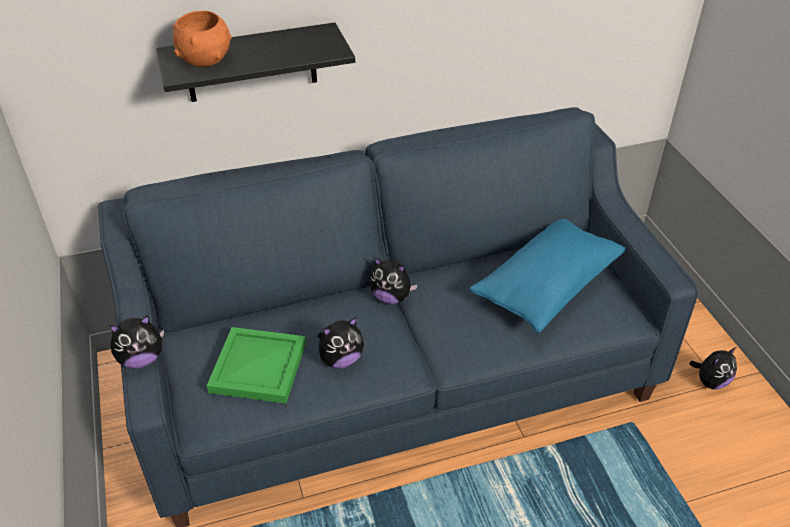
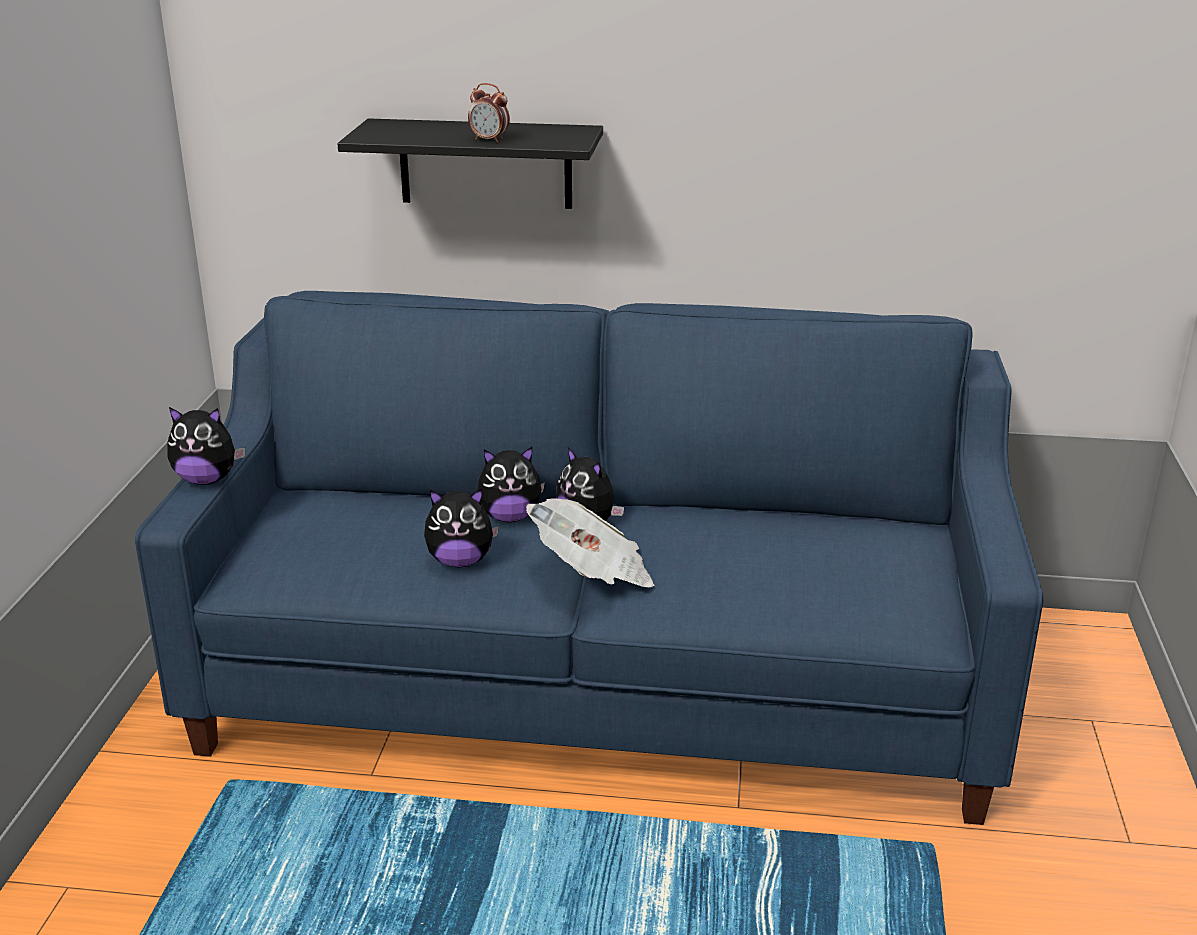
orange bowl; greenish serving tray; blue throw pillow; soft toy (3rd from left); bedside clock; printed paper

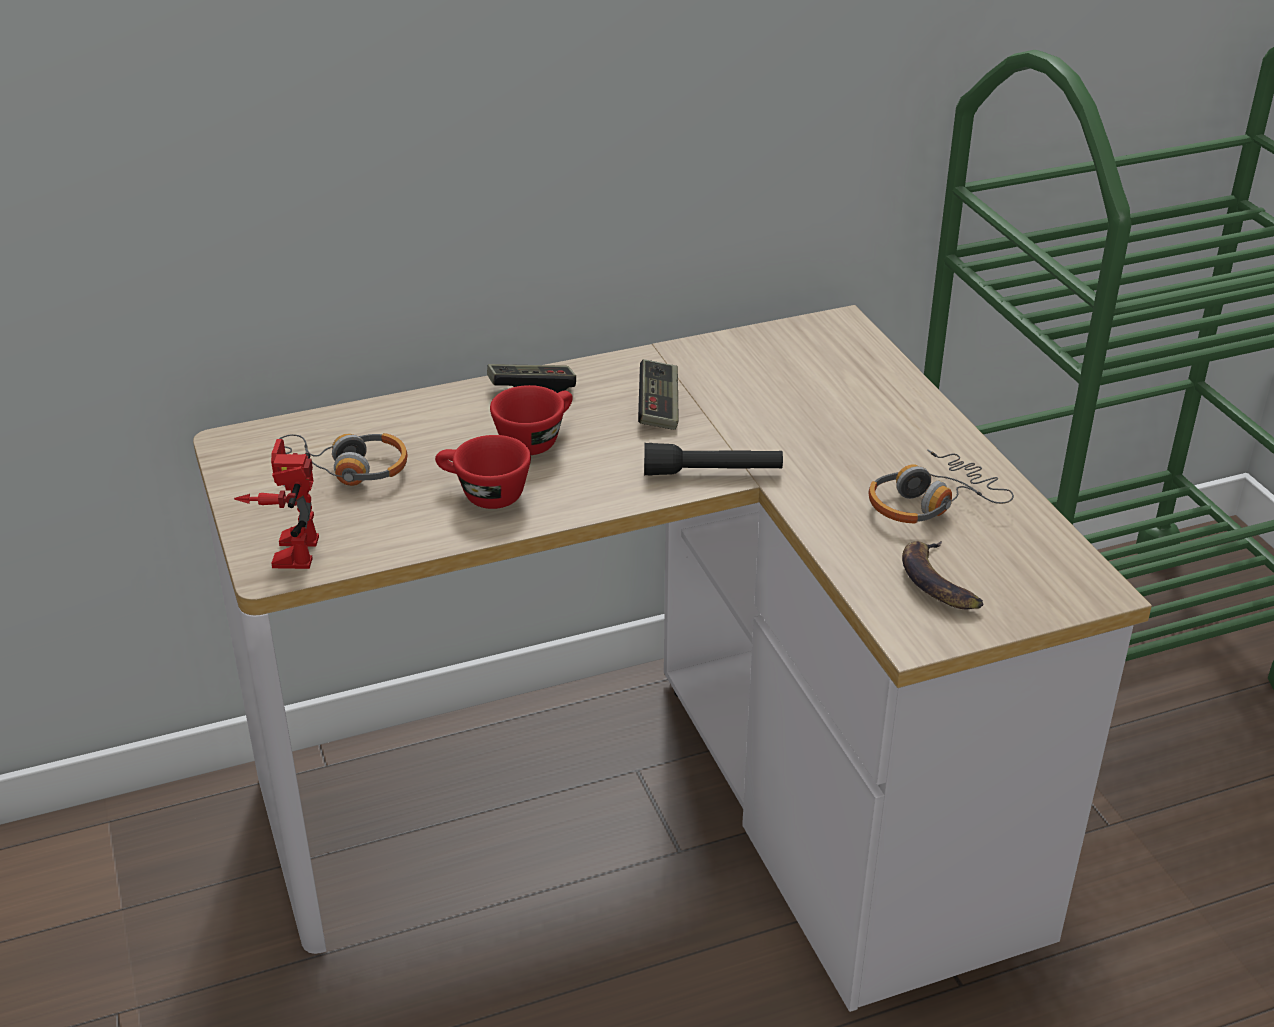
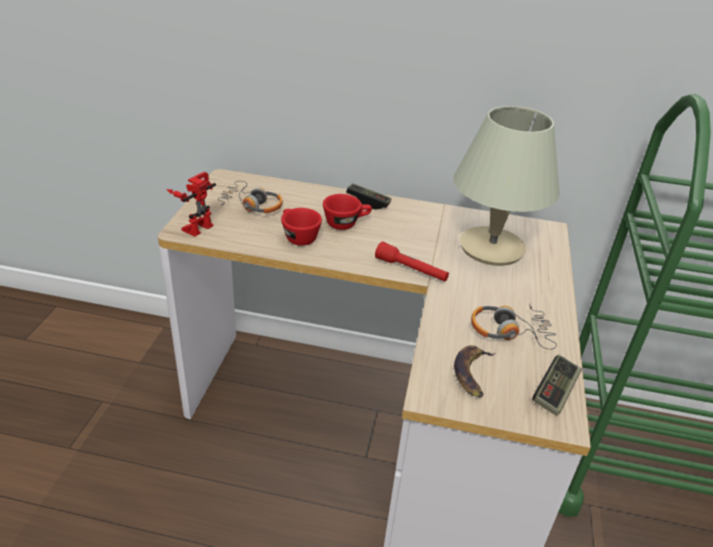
joypad (2nd from left); red flashlight; beige-coloured lamp for a table

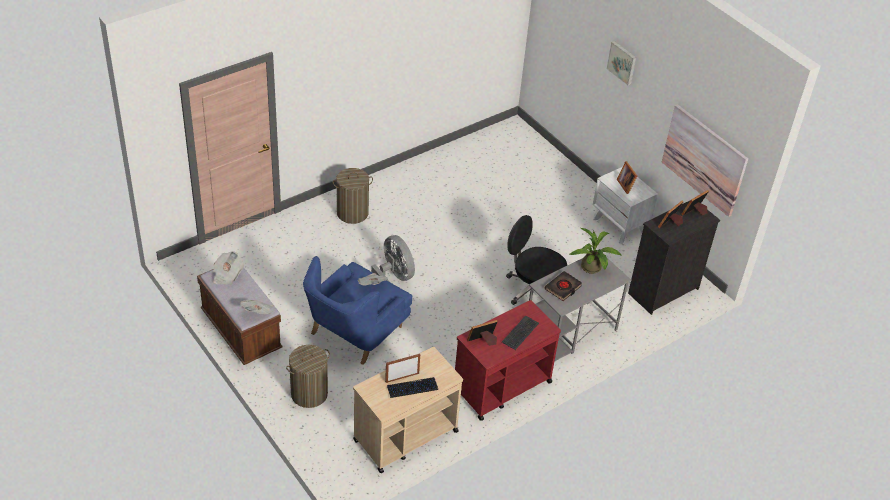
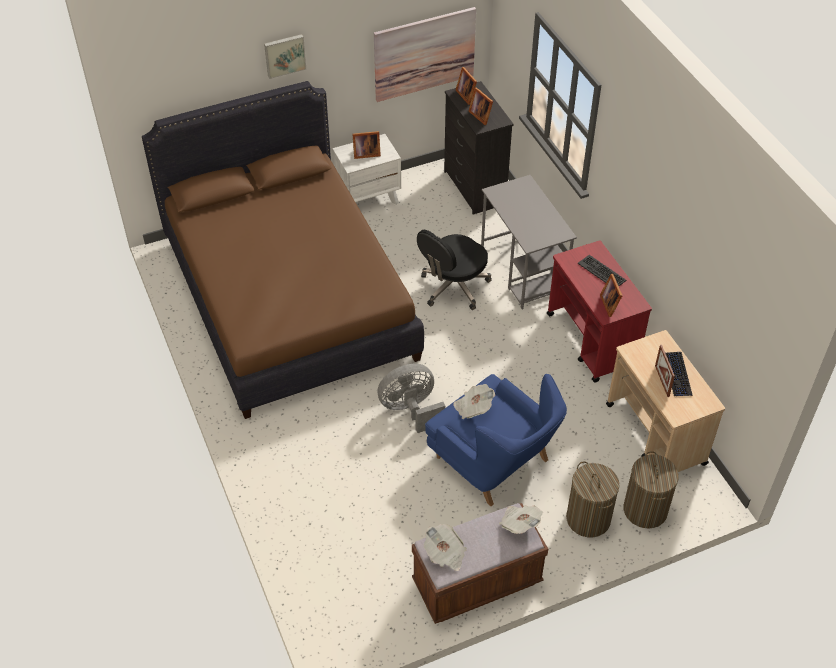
hamper (2nd from left); black-coloured volume; plant in a pot; brownish bedroom bed

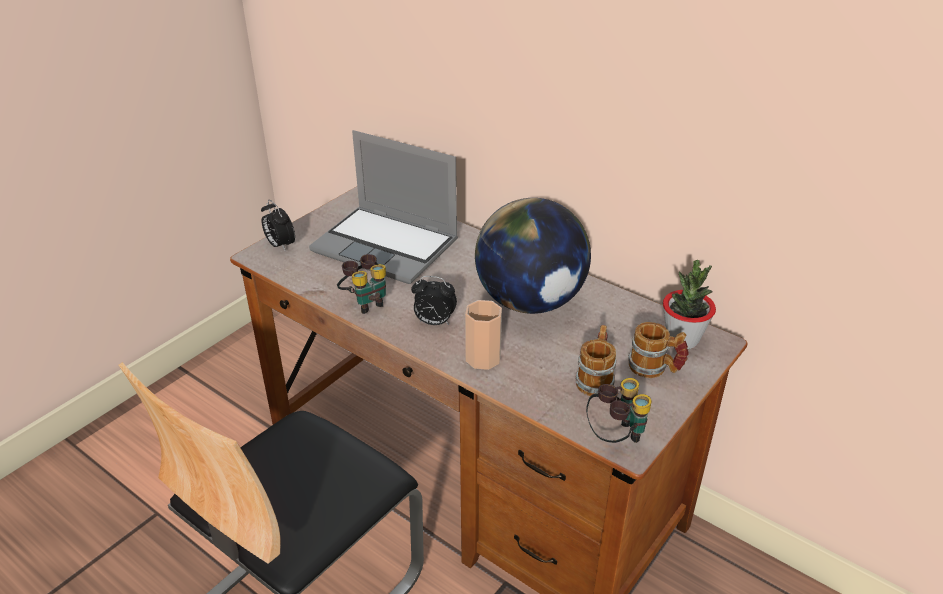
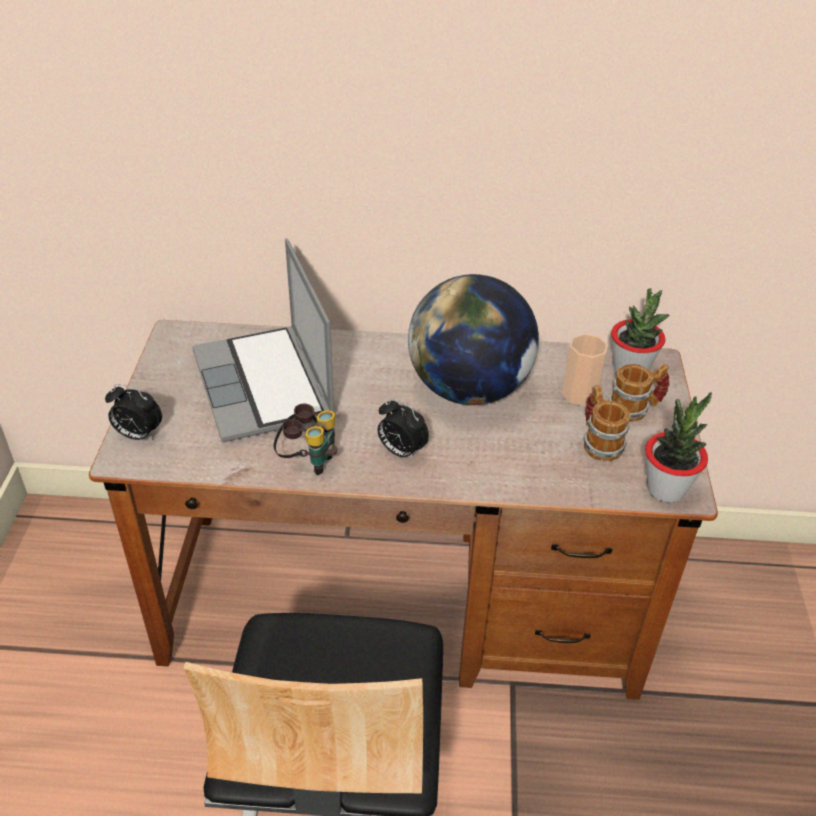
laptop; bedside clock (2nd from left); cup; plant in a pot (2nd from left)

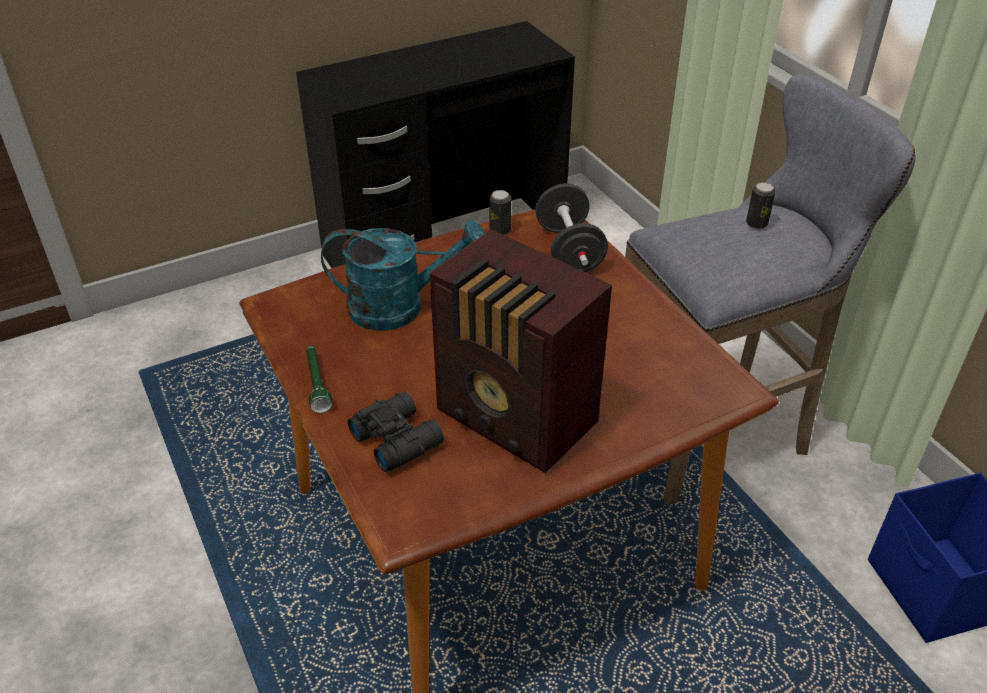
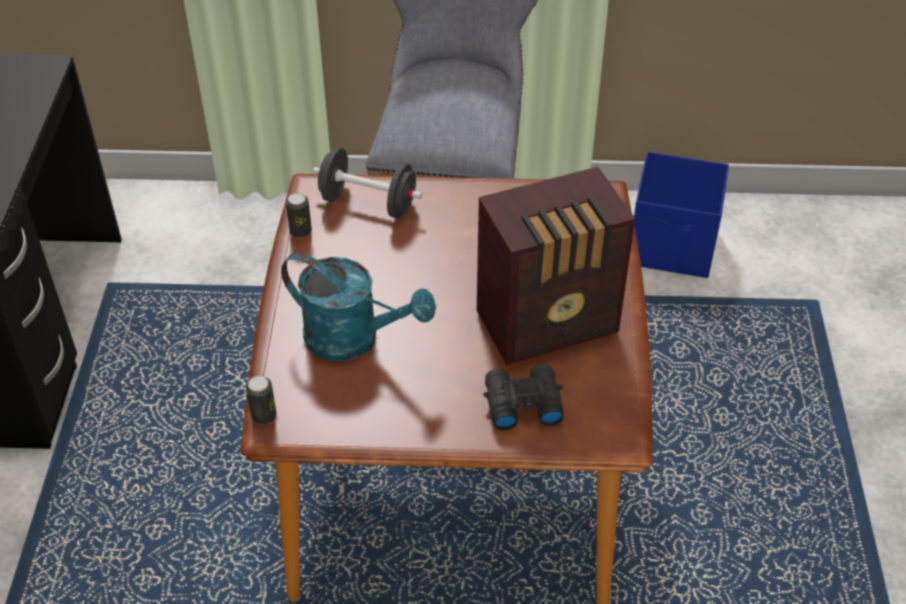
greenish flashlight; blue-green watering can; sealed can (1st from left)

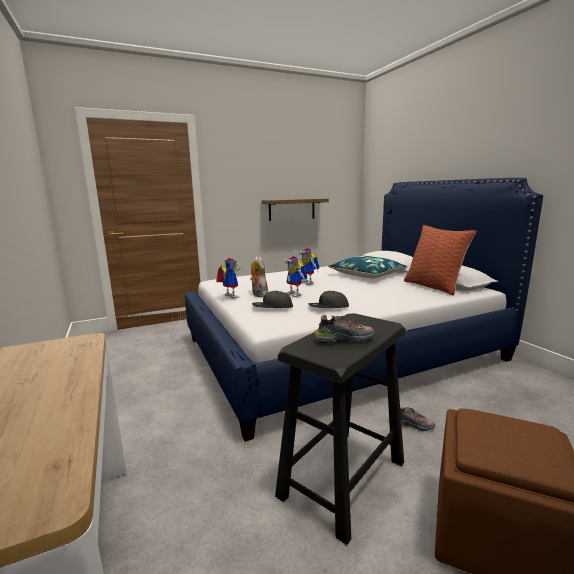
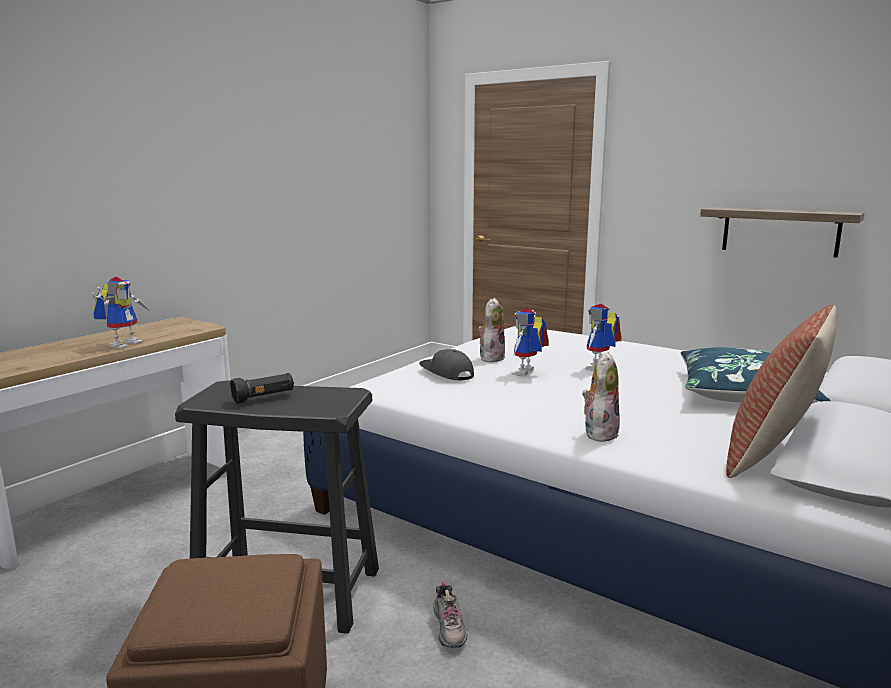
toy robot (1st from left); grey cap (2nd from left in the first image); black-coloured flashlight; soft toy (2nd from left)

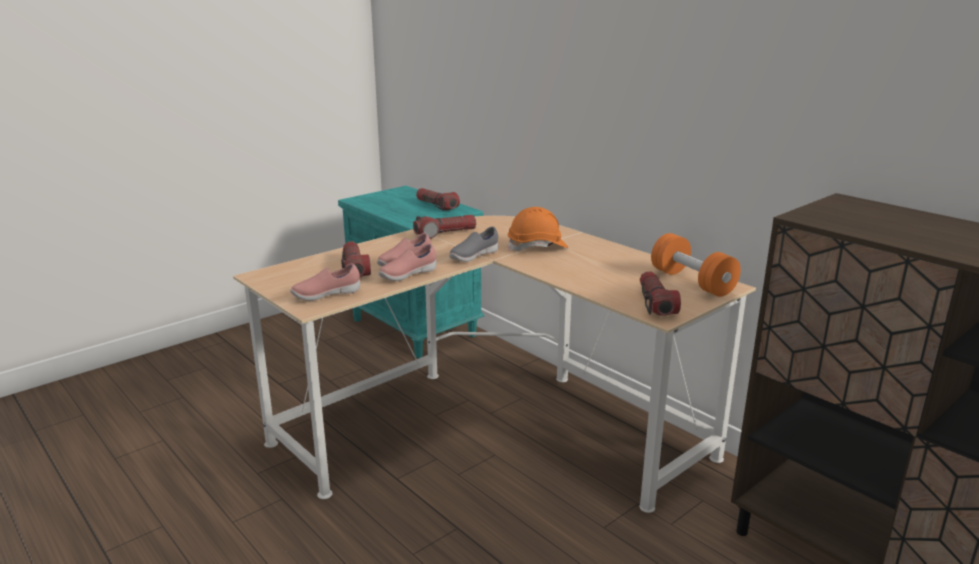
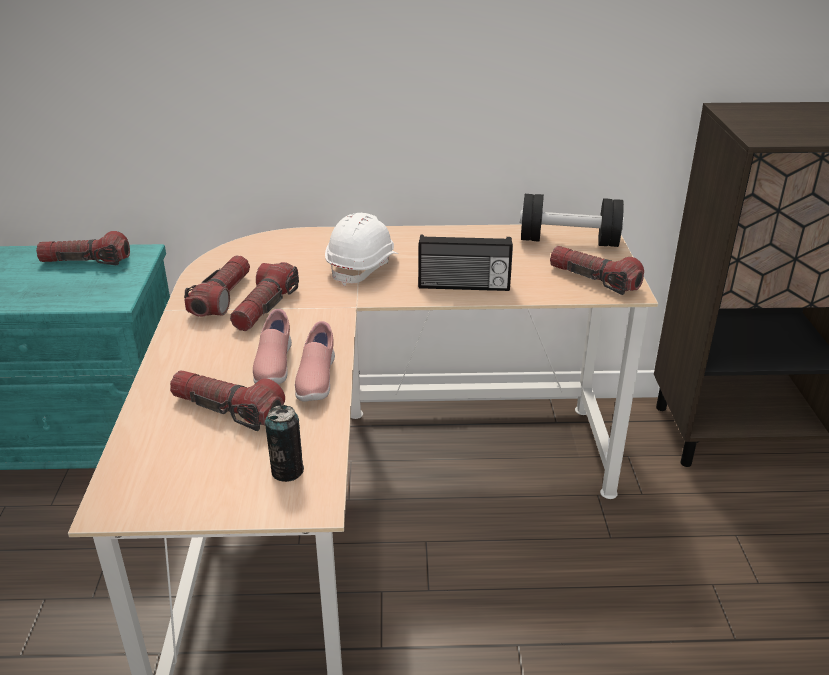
sealed can; grey low shoe; whitish hard hat; black-coloured hand weight; flashlight (4th from left); radio receiver

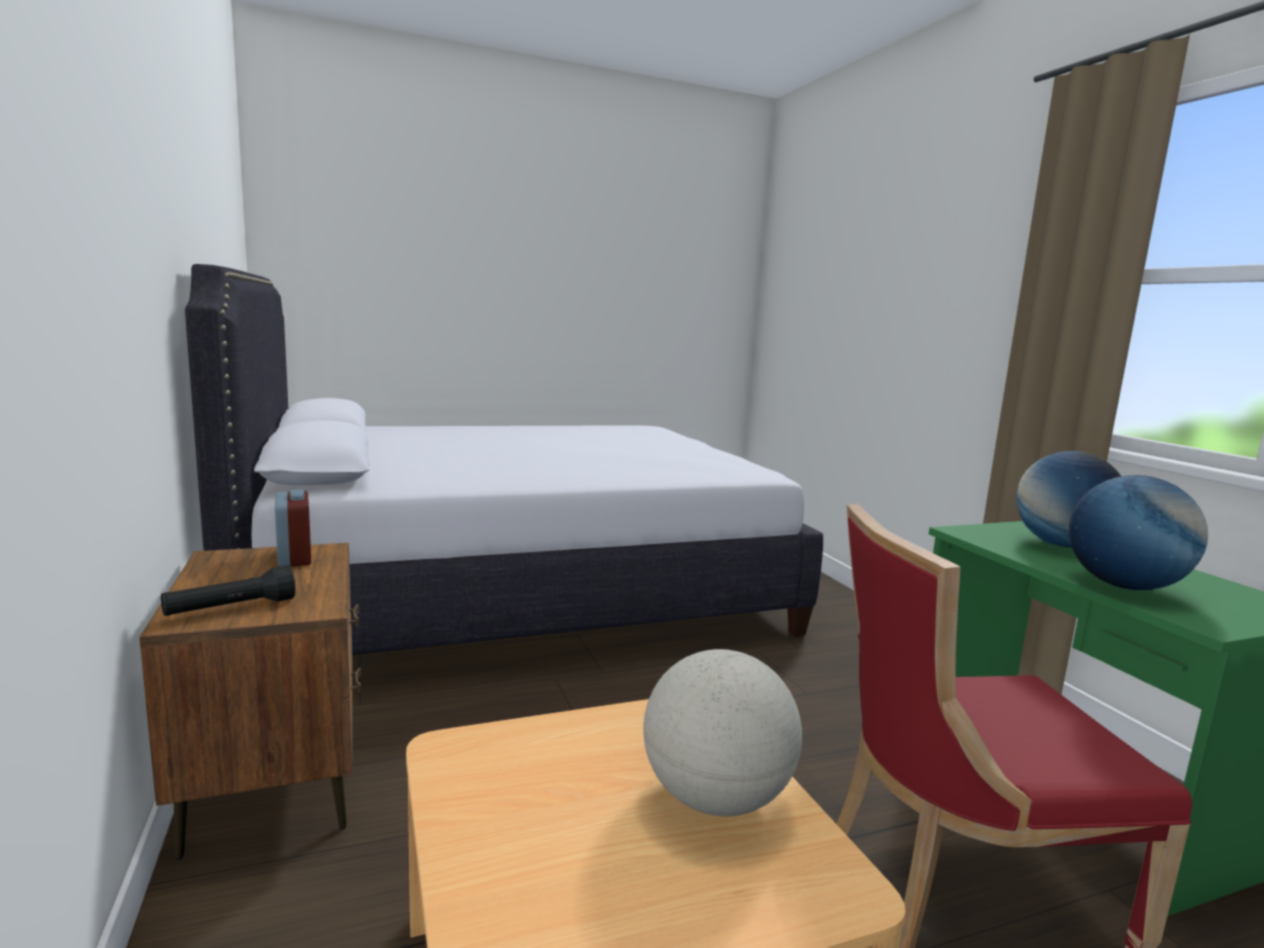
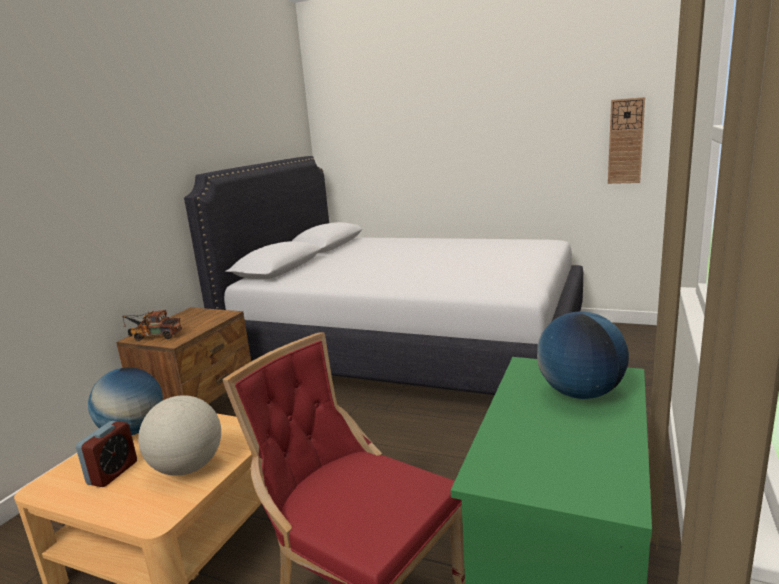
toy truck; bedside clock; desk globe (1st from left); hanging clock

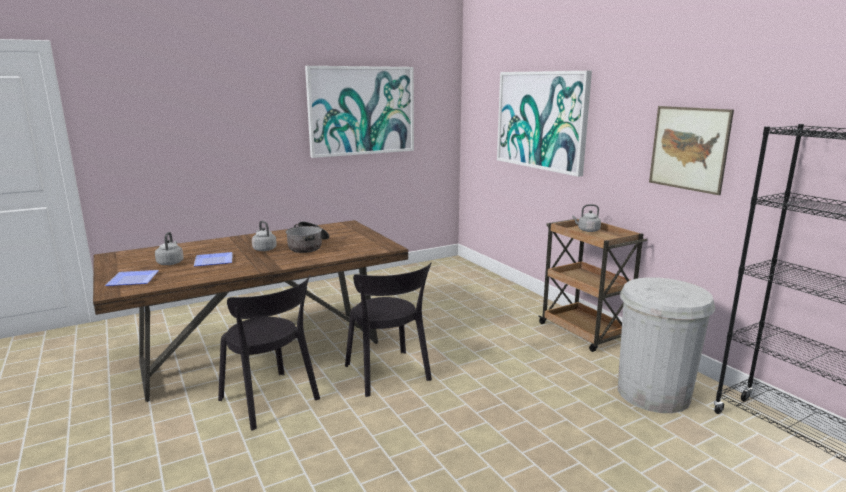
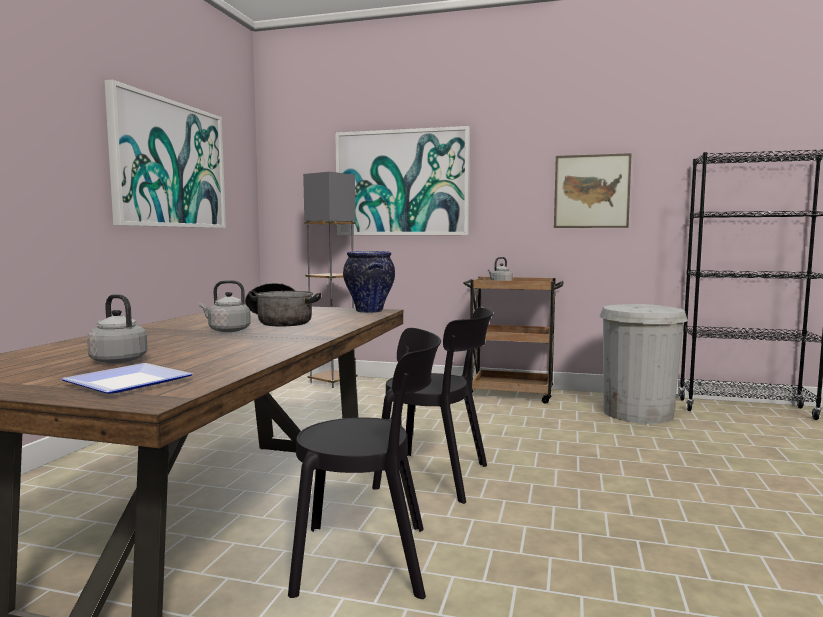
flat dish (2nd from left in the first image); grey standard lamp; flower vase

